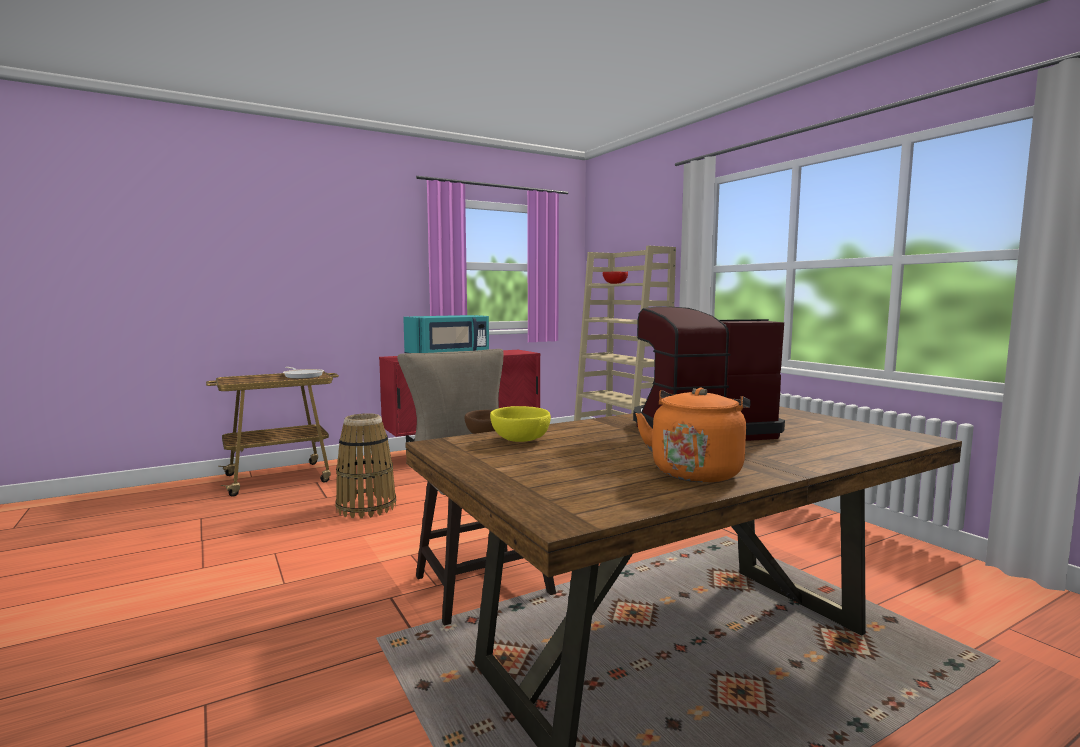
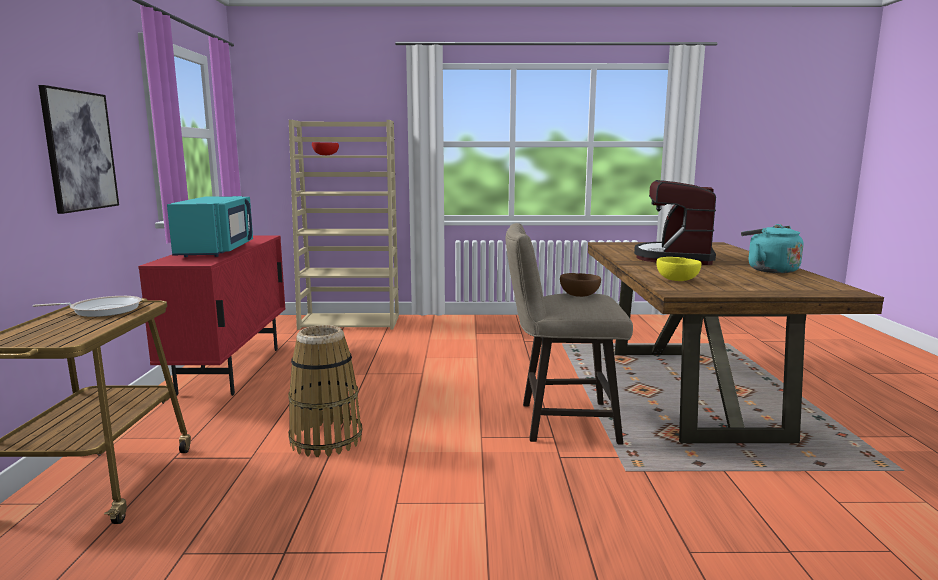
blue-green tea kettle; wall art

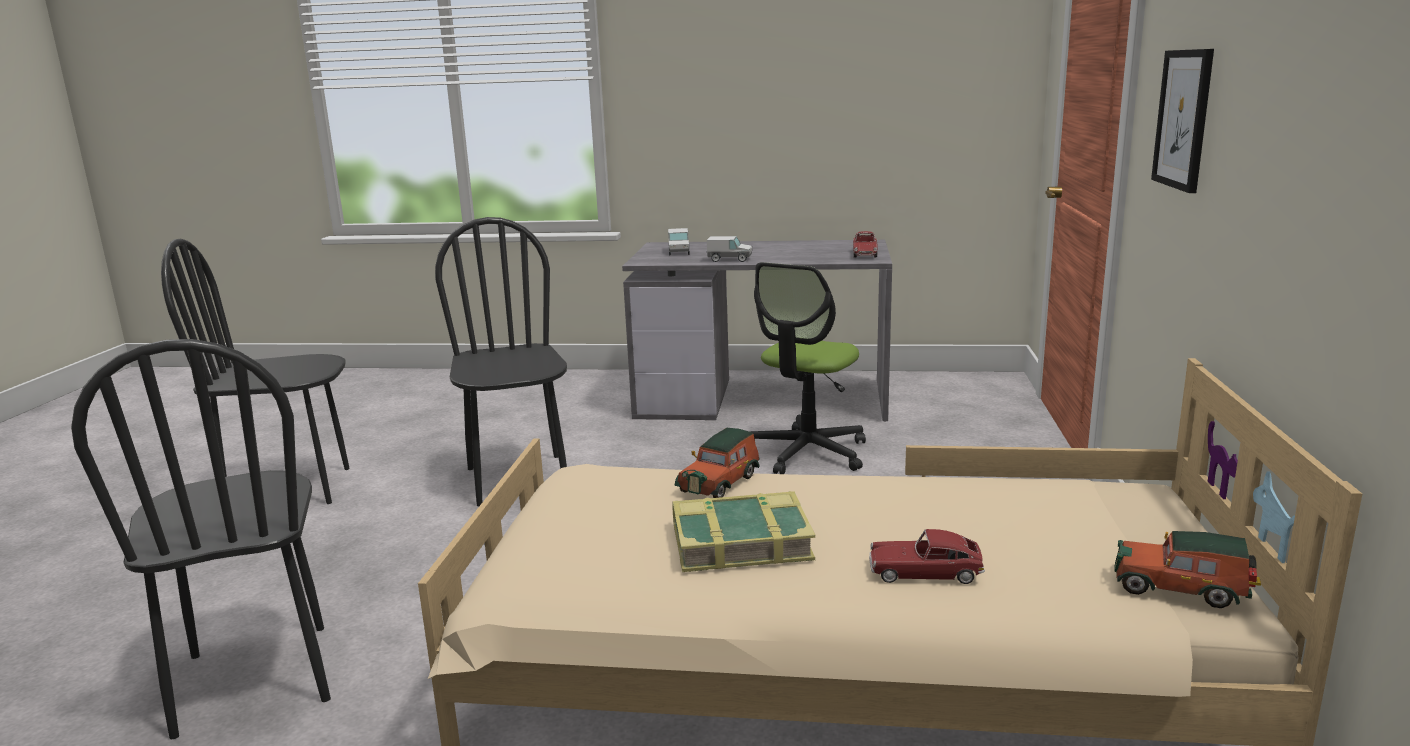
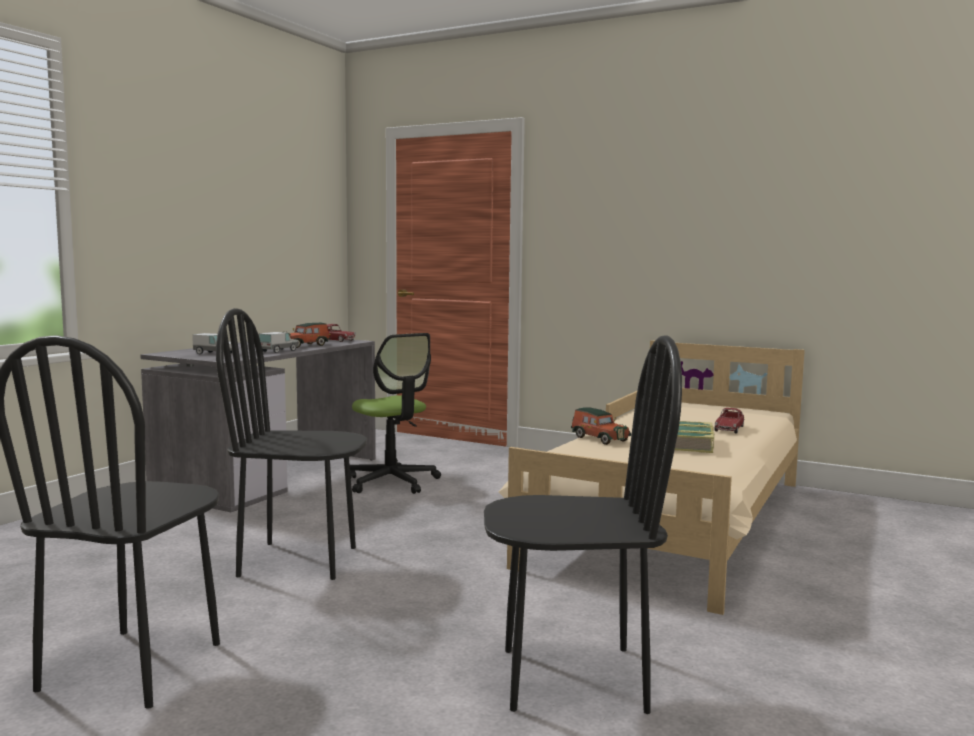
model car (1st from left); wall art

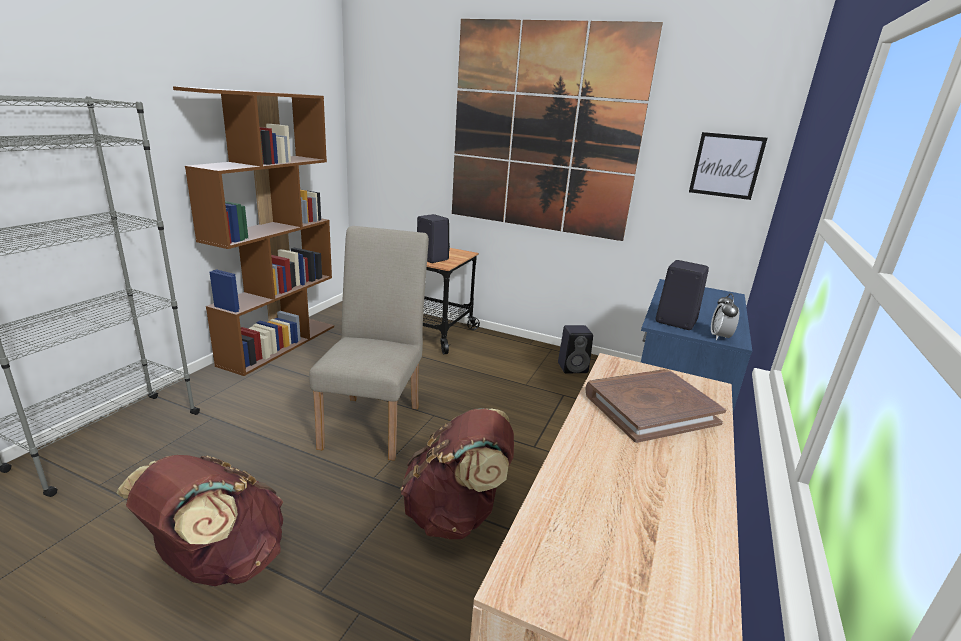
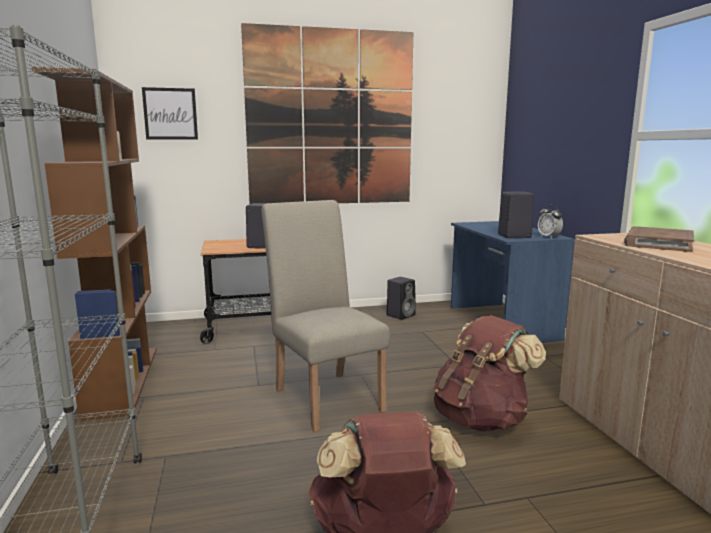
wall art (1st from left)

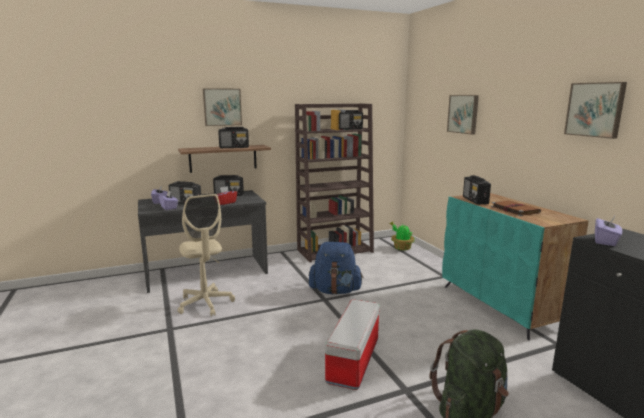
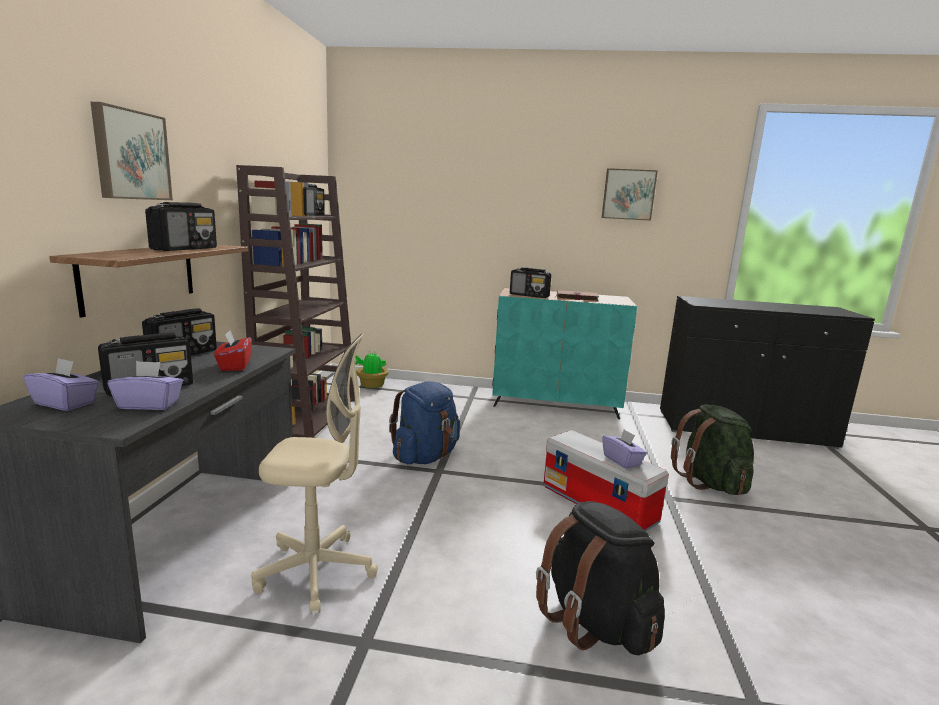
wall art (2nd from left in the first image); purplish tissue holder (3rd from left); black-coloured backpack

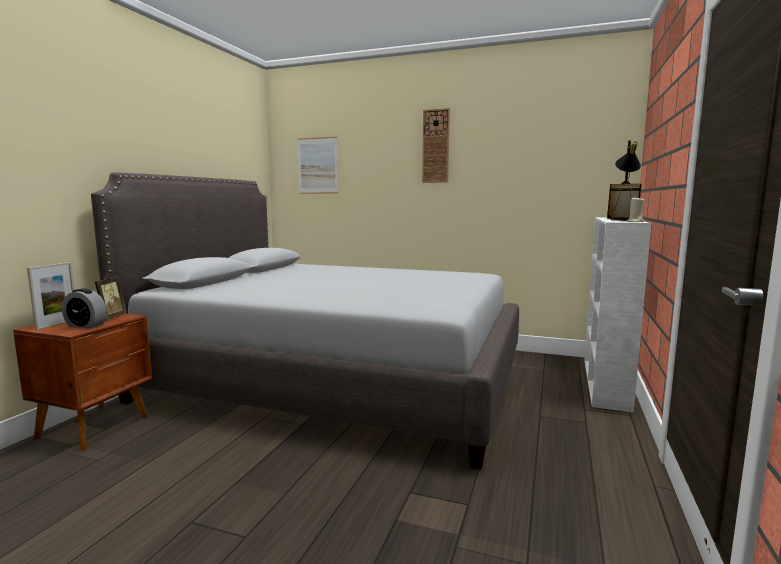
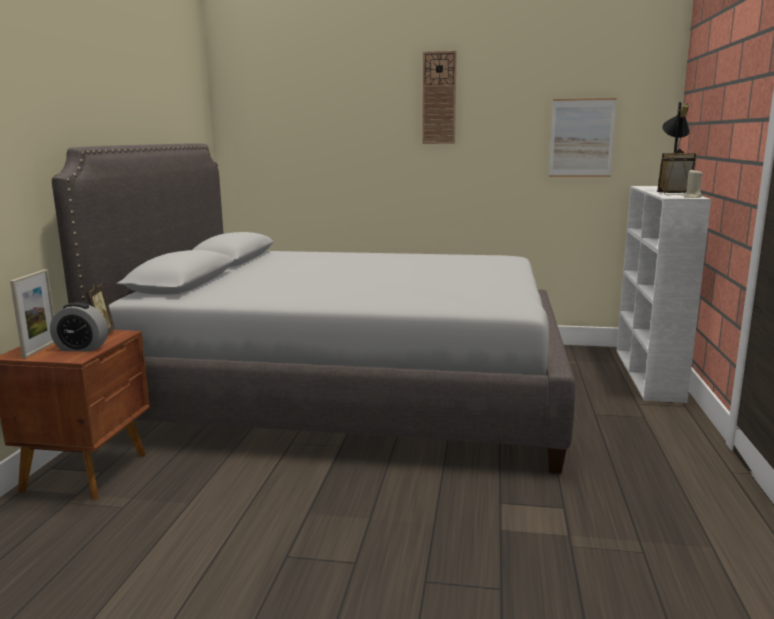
wall art

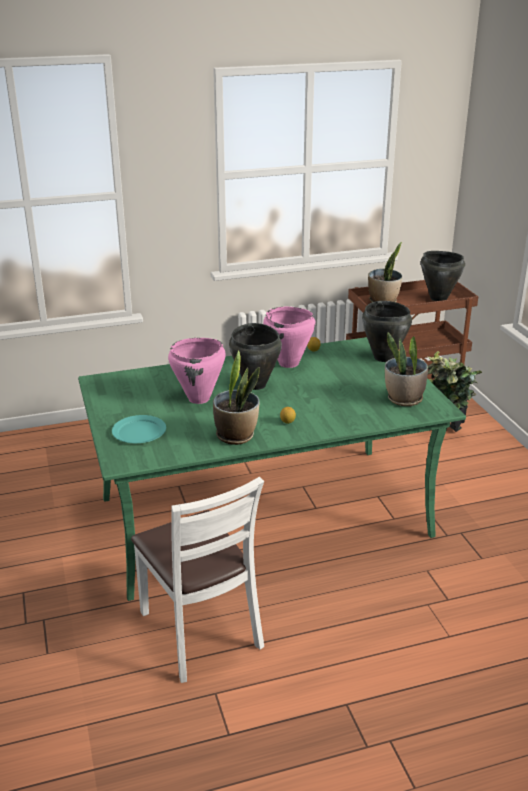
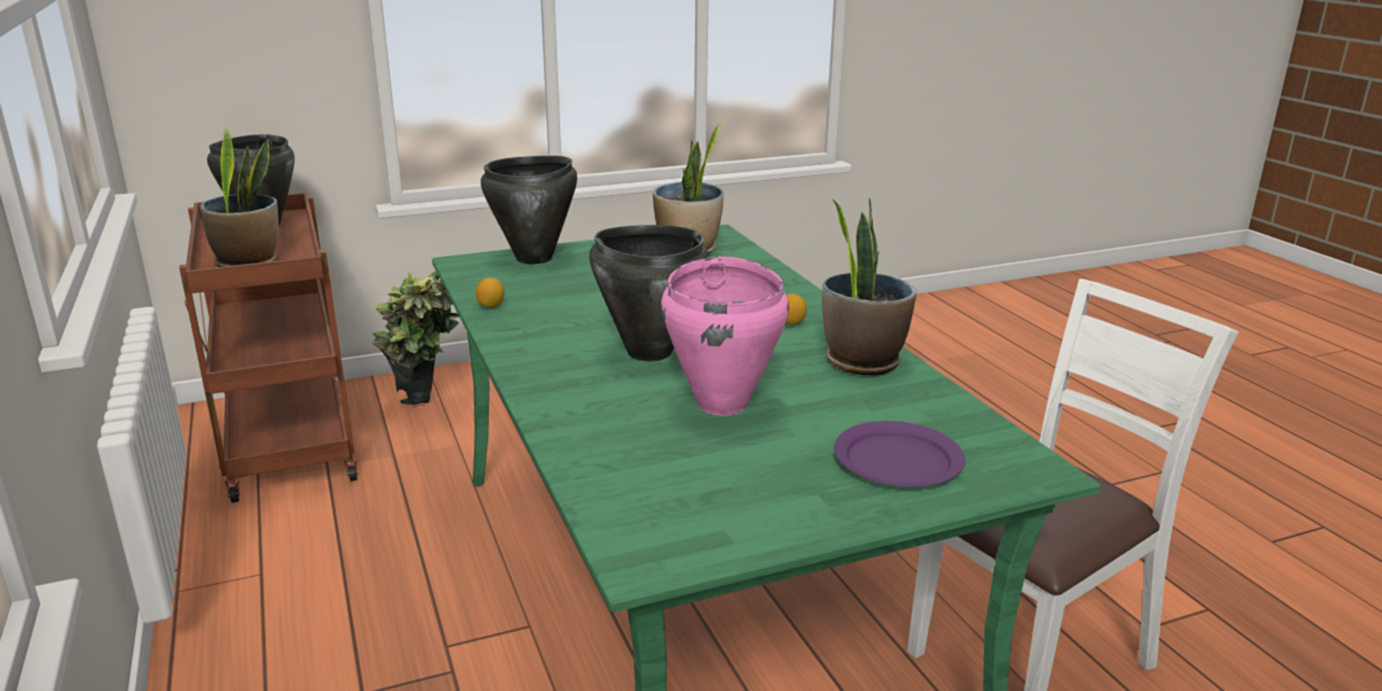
purplish flat dish; pink-coloured cooking pot (2nd from left in the first image)

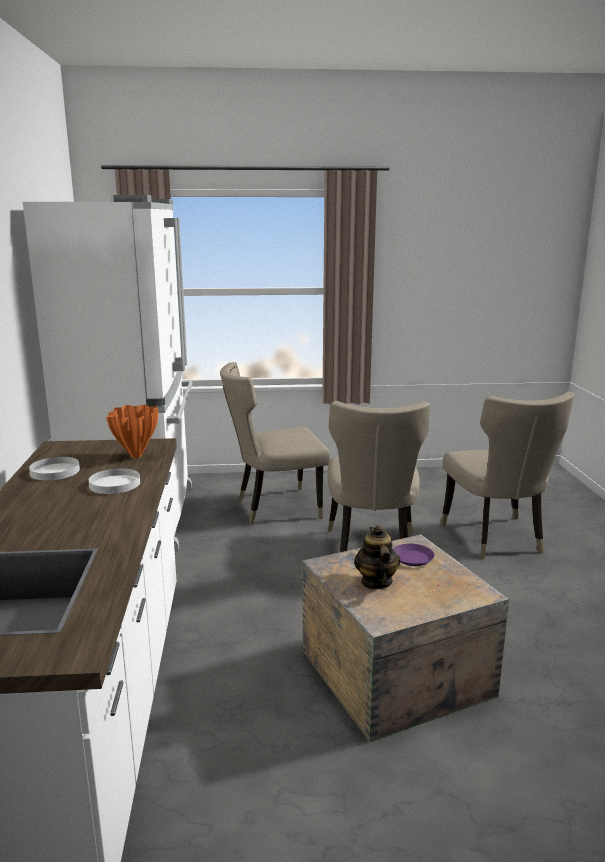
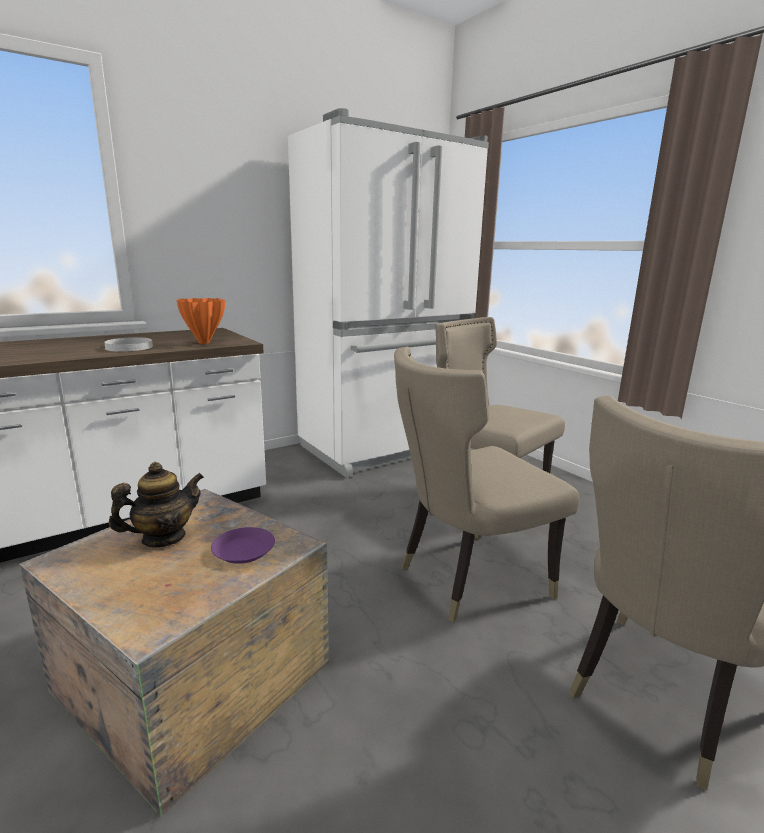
whitish flat dish (1st from left in the first image)

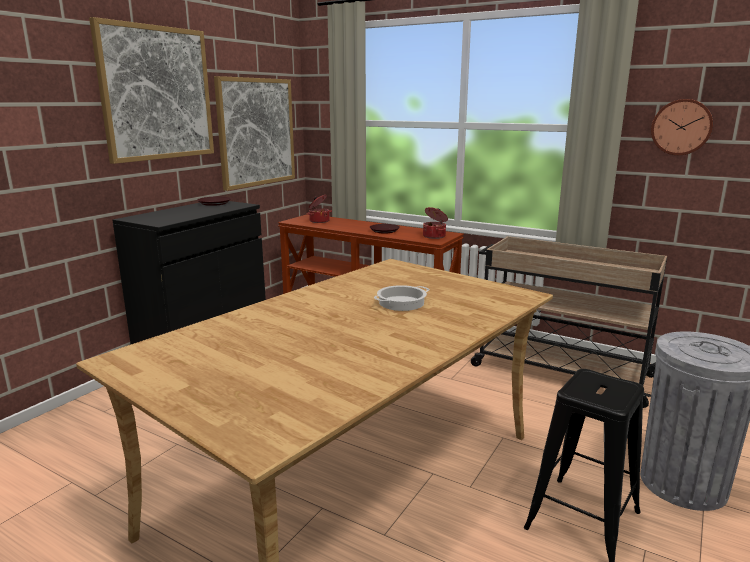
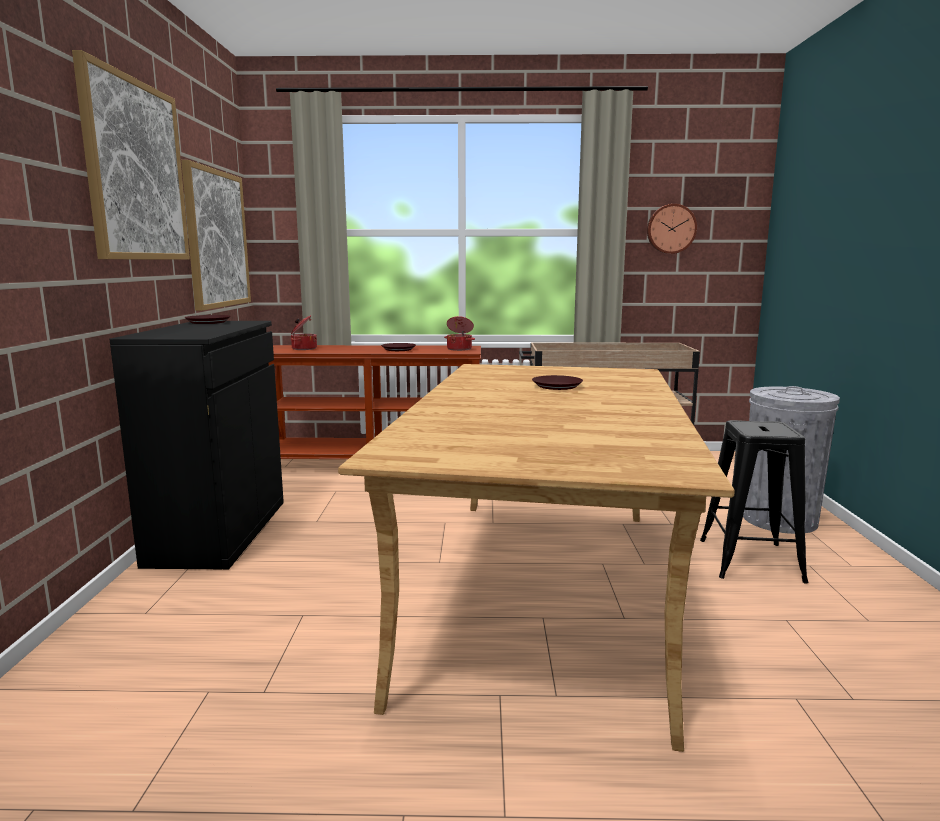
brownish flat dish (3rd from left)

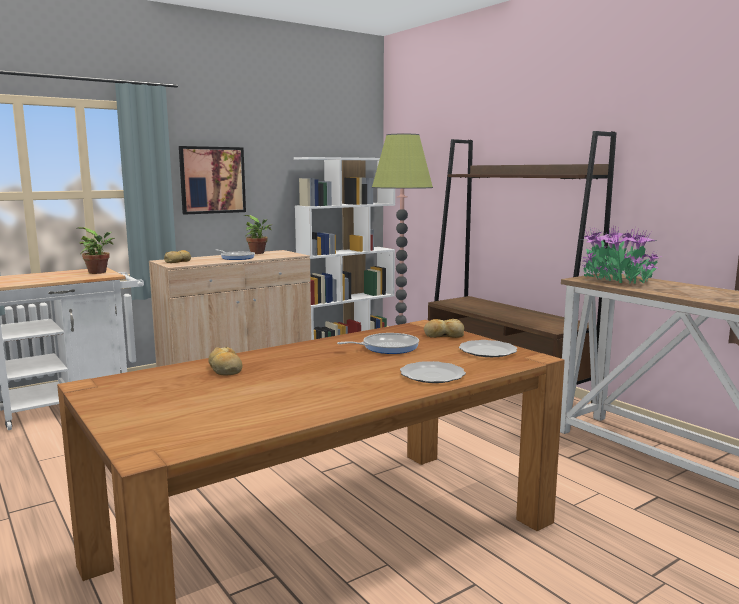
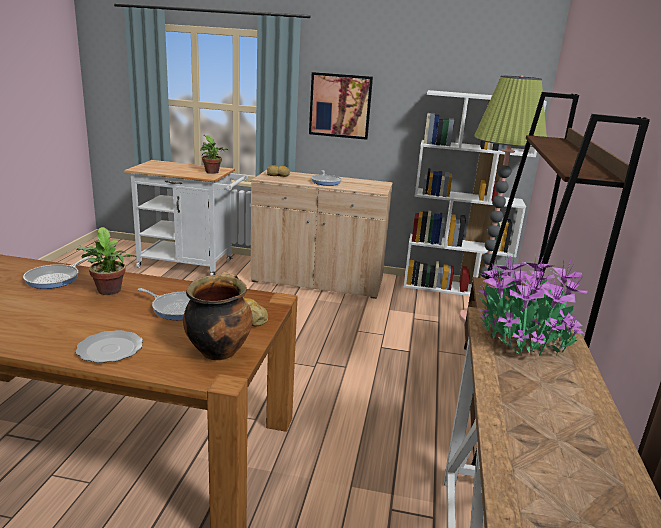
frying pan (1st from left); plant in a pot (1st from left); cooking pot

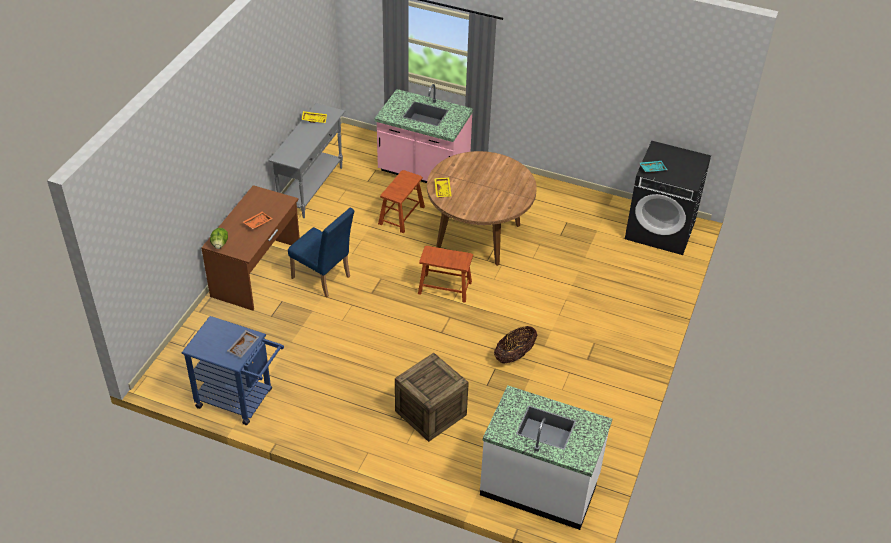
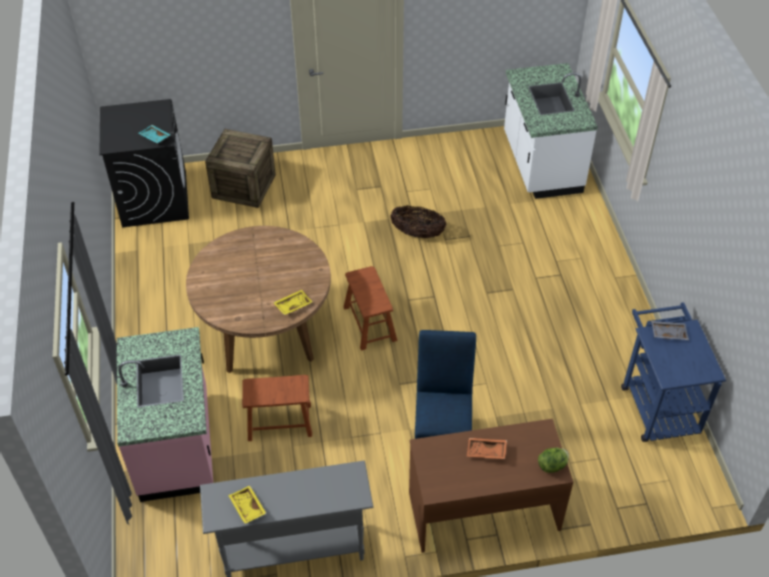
crate

